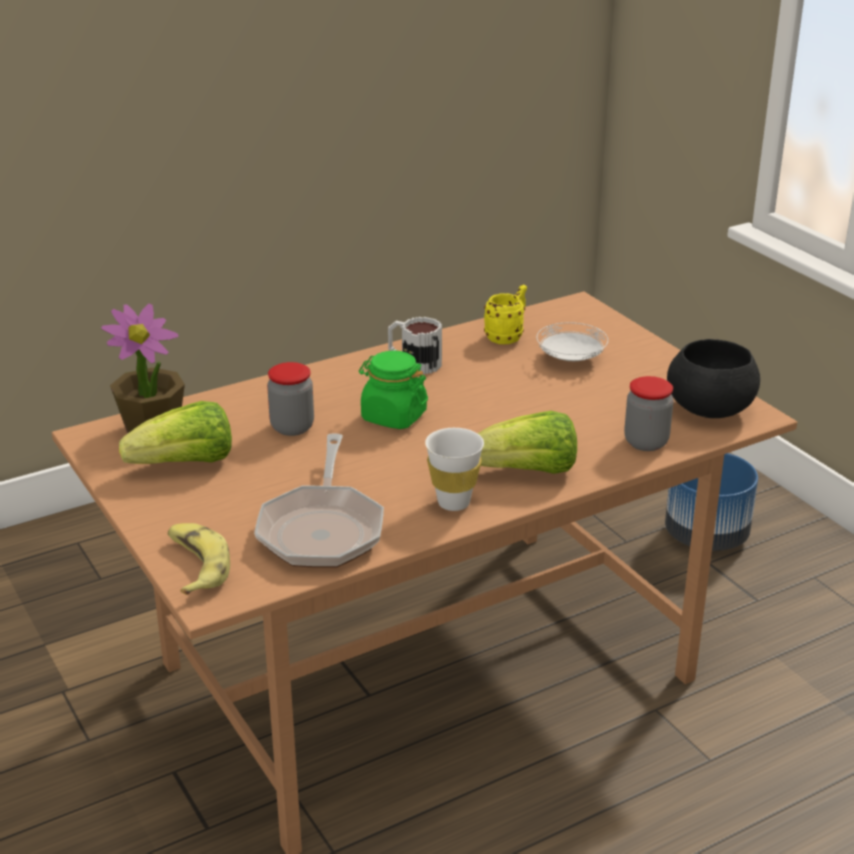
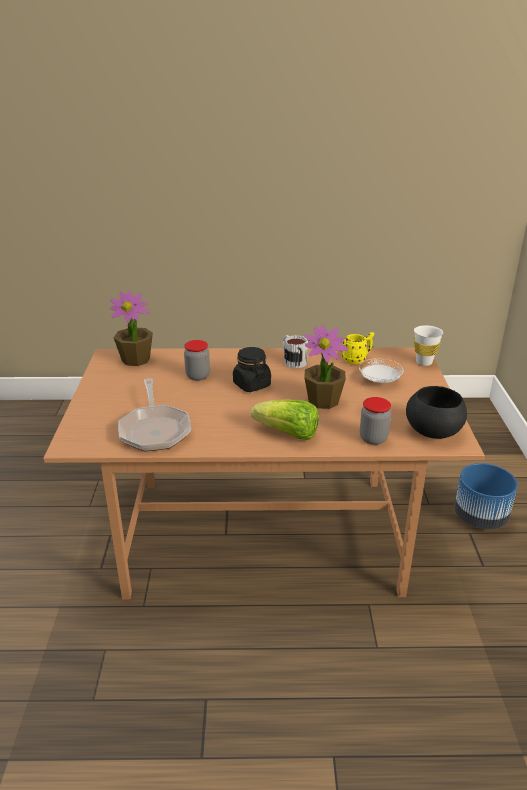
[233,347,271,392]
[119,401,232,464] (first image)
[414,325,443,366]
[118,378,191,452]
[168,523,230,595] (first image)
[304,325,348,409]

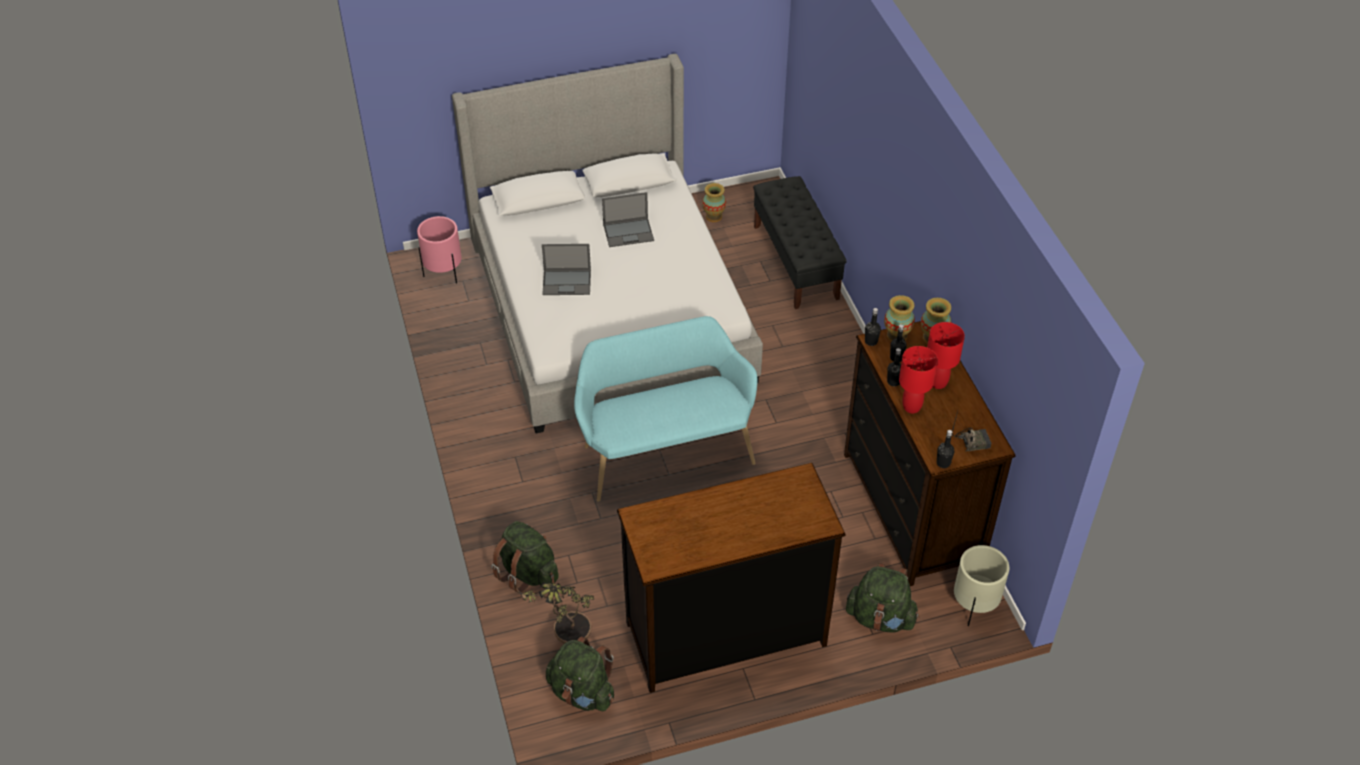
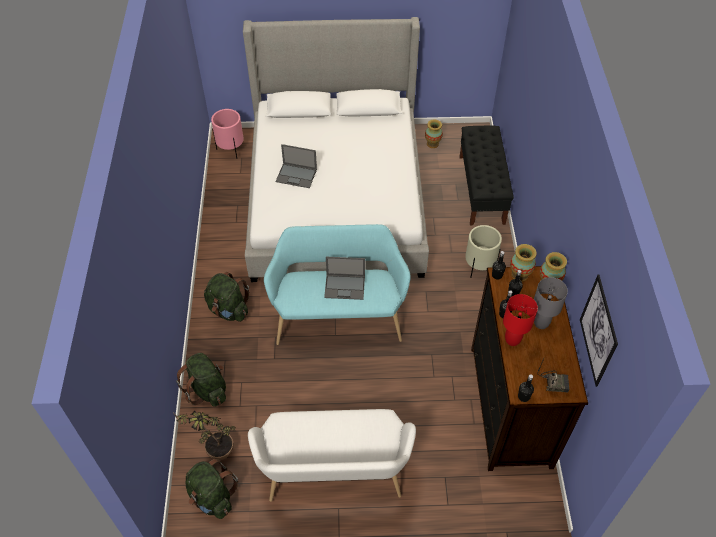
[324,257,365,300]
[534,277,568,329]
[248,409,416,502]
[465,225,502,278]
[204,272,249,322]
[580,275,618,387]

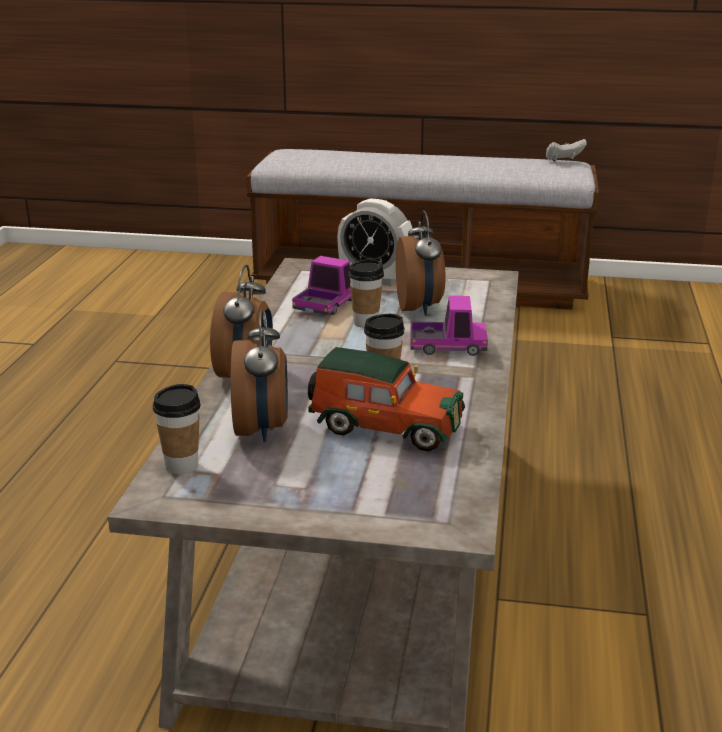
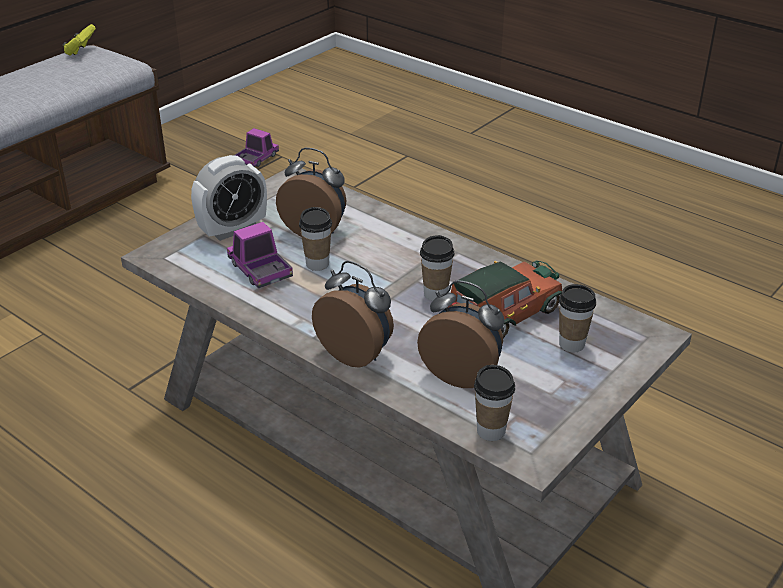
[63,24,96,55]
[234,128,279,167]
[559,284,596,352]

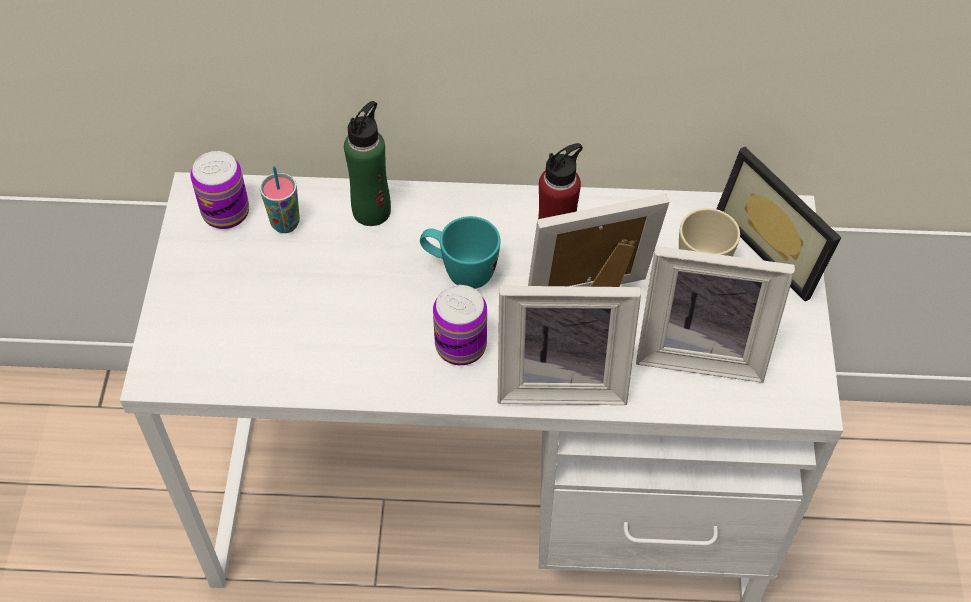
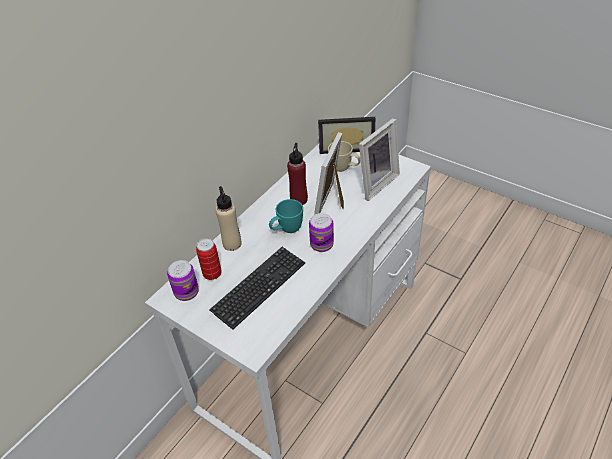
[216,186,241,251]
[196,238,222,280]
[498,286,641,405] (first image)
[209,247,305,329]

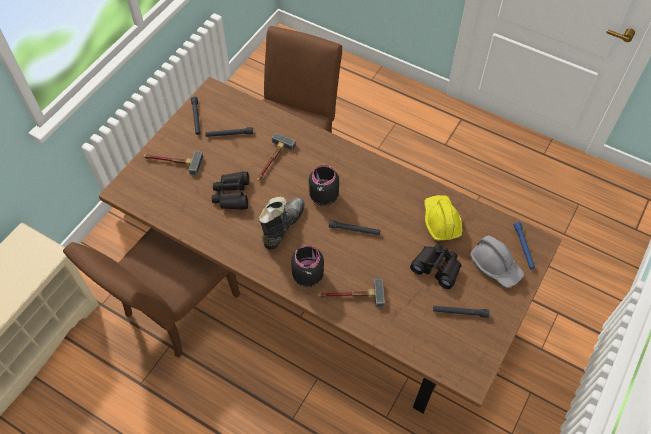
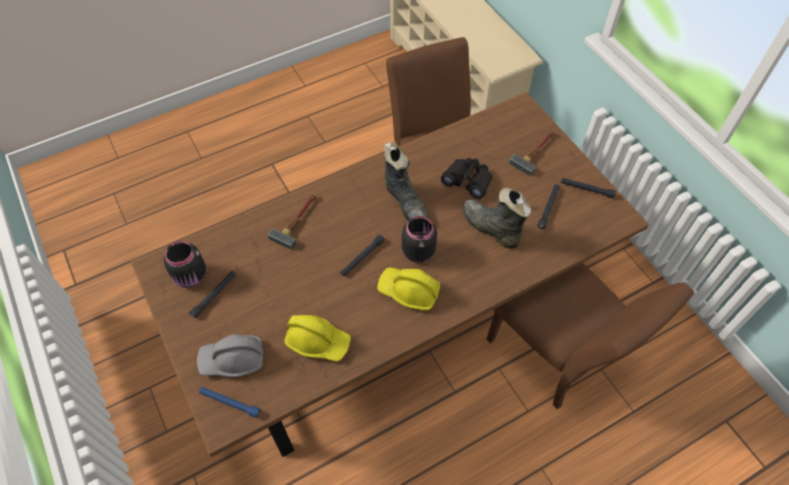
[463,188,531,249]
[410,244,461,289] (first image)
[164,241,206,288]
[377,267,440,310]

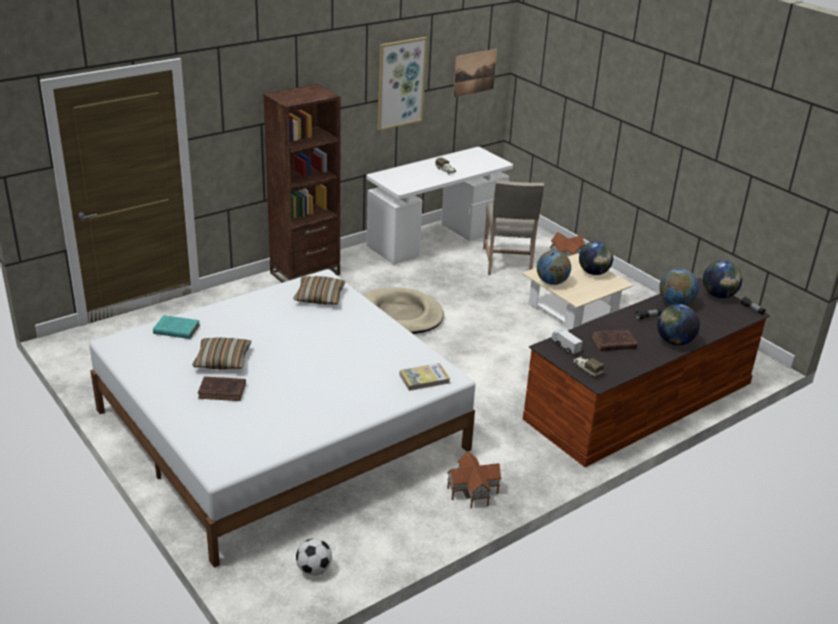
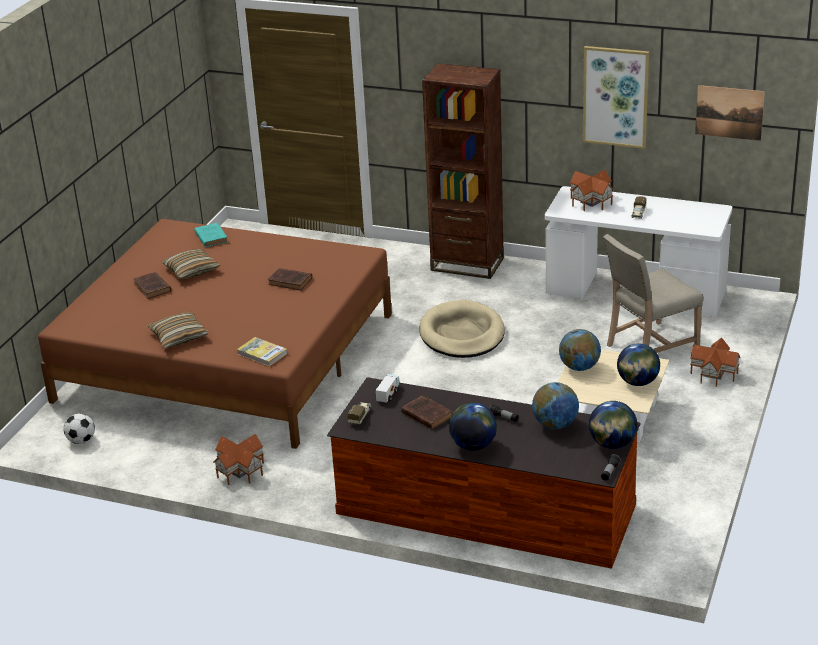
[38,219,392,449]
[147,312,209,348]
[569,170,614,211]
[268,268,312,290]

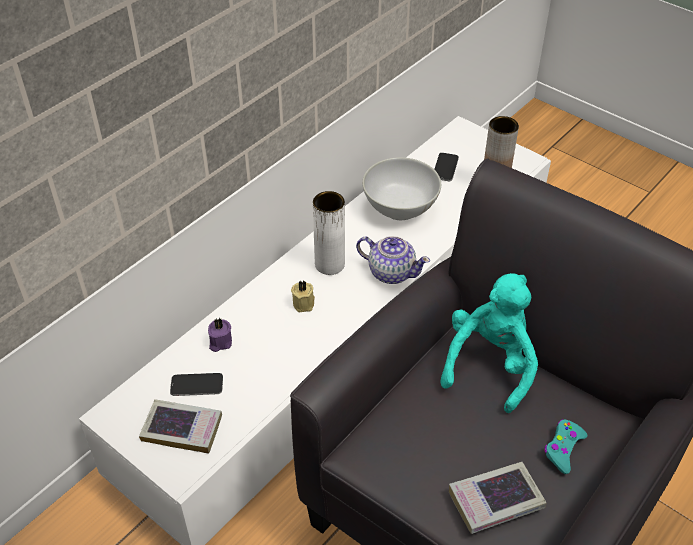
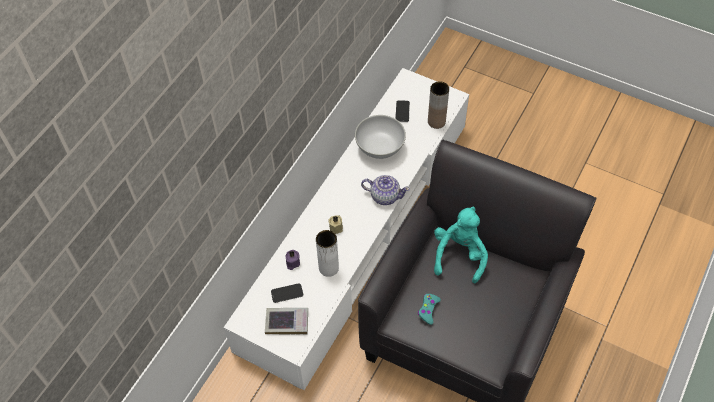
[316,230,339,277]
[418,294,441,325]
[449,462,547,534] (first image)

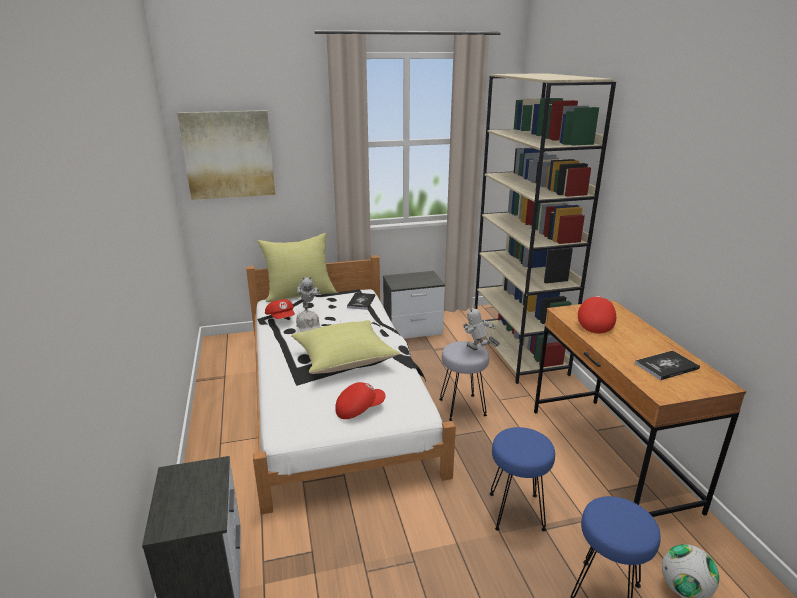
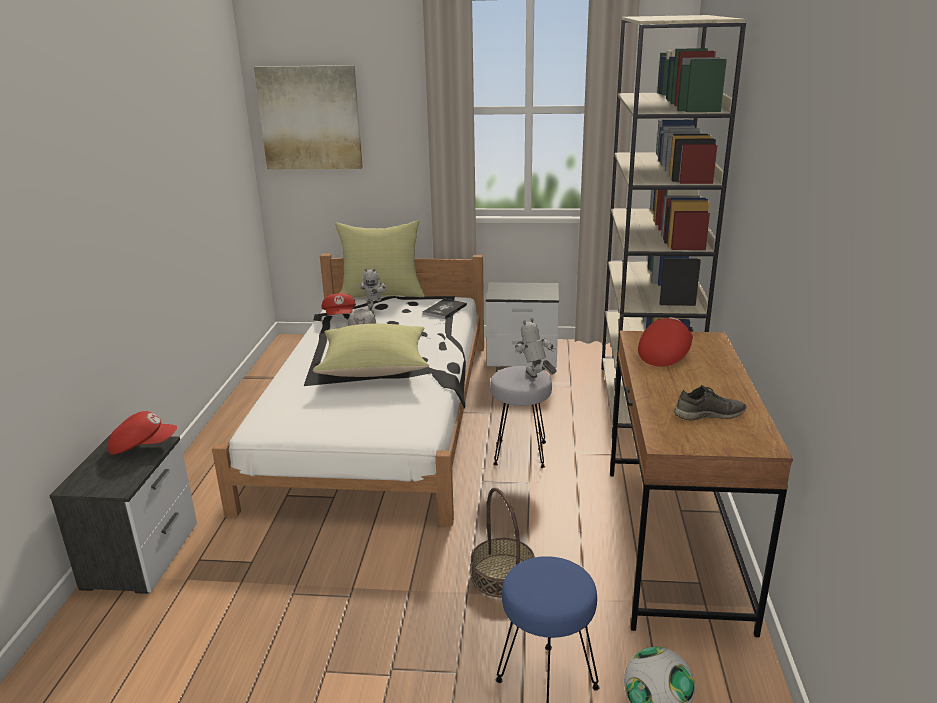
[674,385,746,420]
[108,411,177,454]
[471,488,535,598]

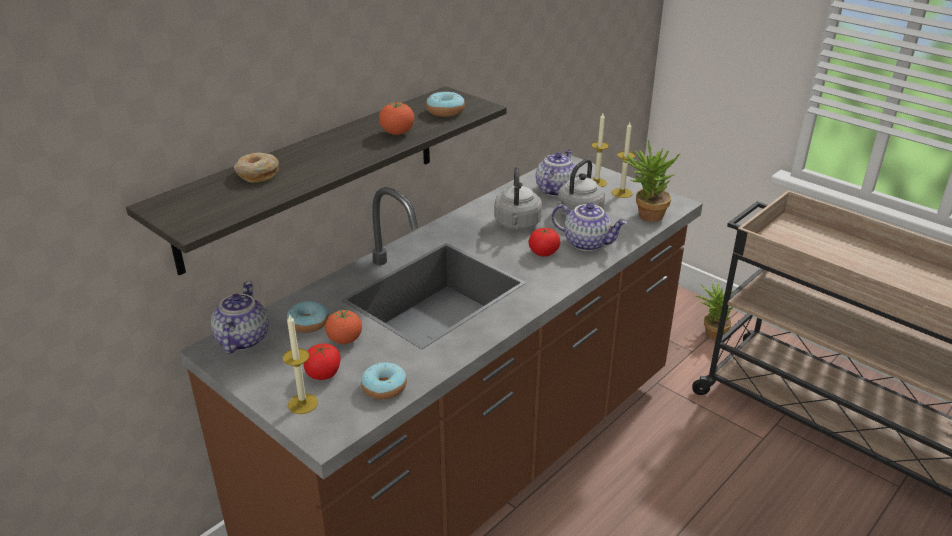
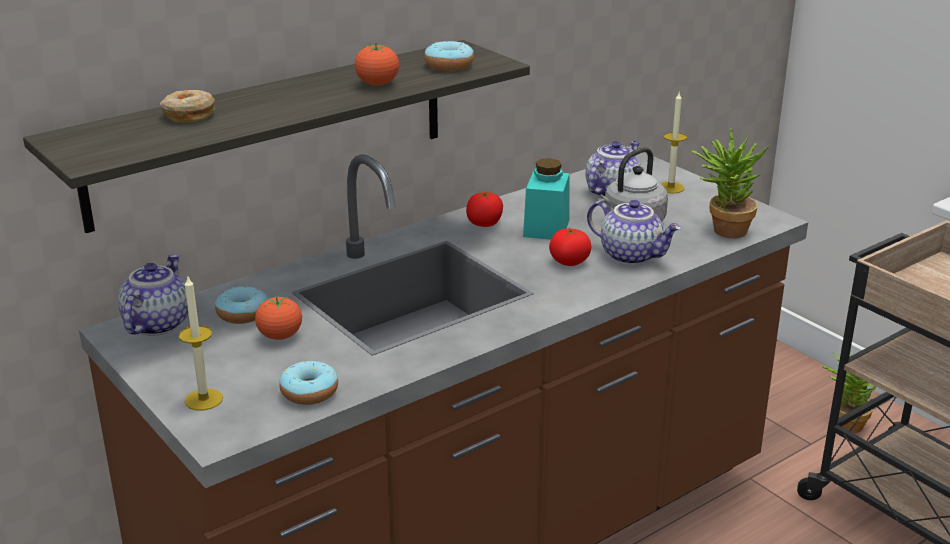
[612,122,635,198] (first image)
[523,158,570,240]
[466,192,503,227]

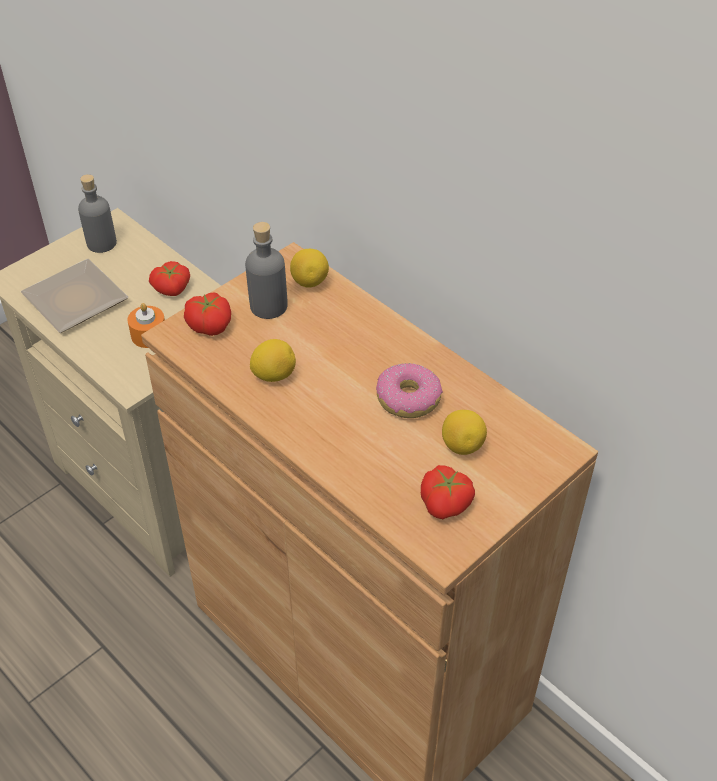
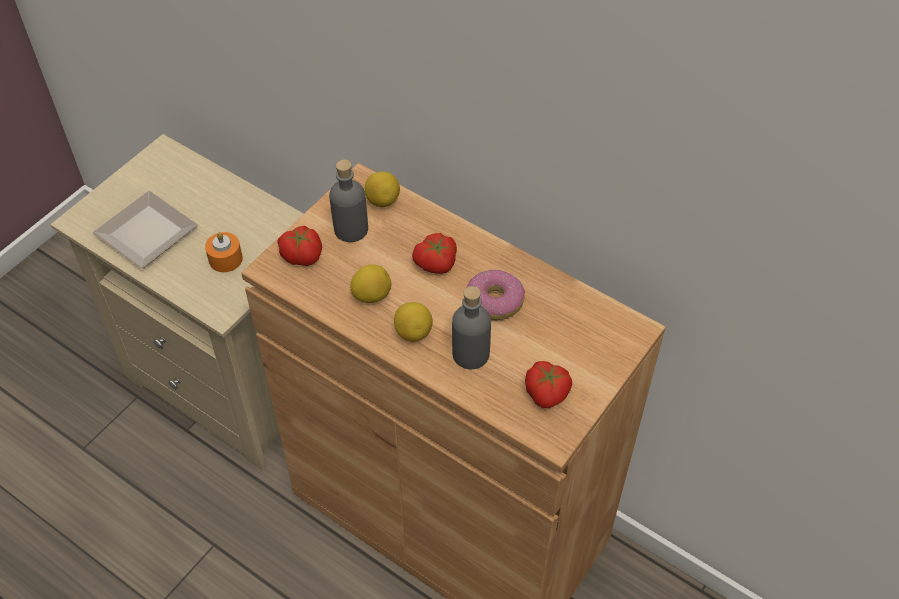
[452,286,491,369]
[412,233,457,274]
[394,302,433,342]

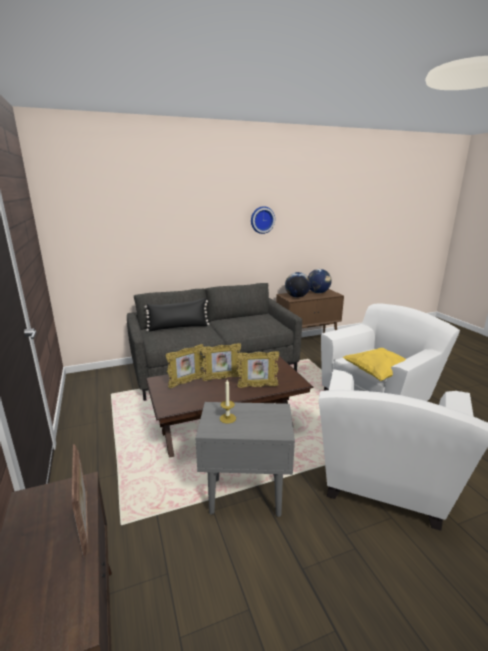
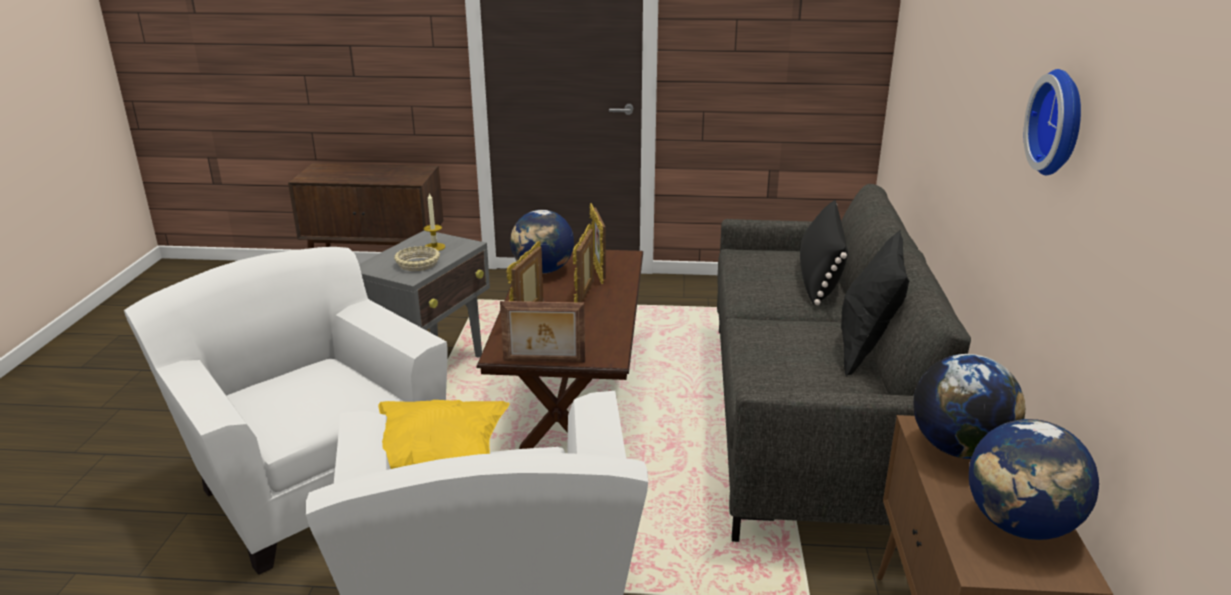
[500,301,585,362]
[510,210,574,273]
[841,230,909,377]
[394,246,440,271]

